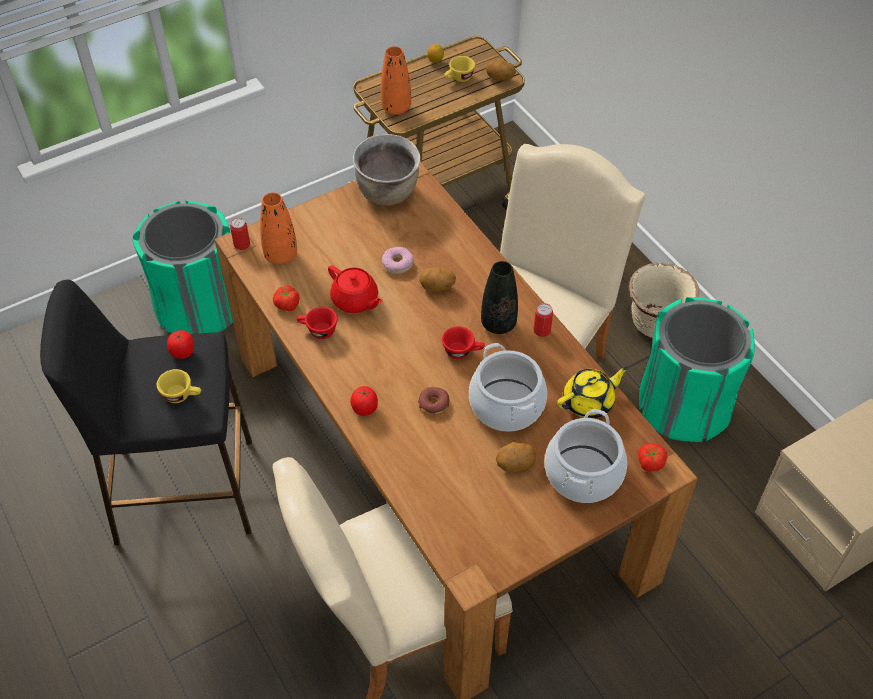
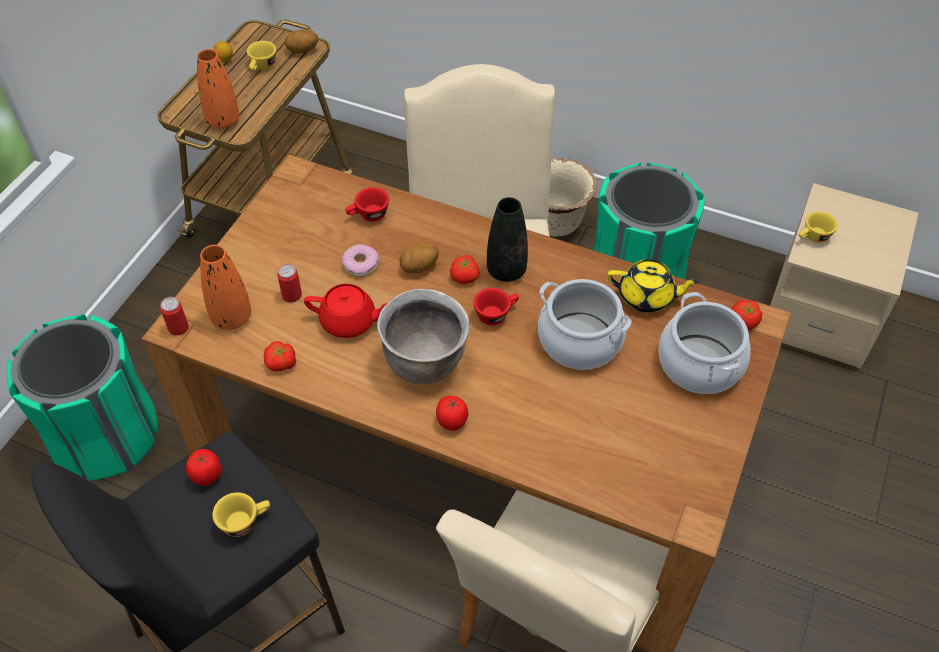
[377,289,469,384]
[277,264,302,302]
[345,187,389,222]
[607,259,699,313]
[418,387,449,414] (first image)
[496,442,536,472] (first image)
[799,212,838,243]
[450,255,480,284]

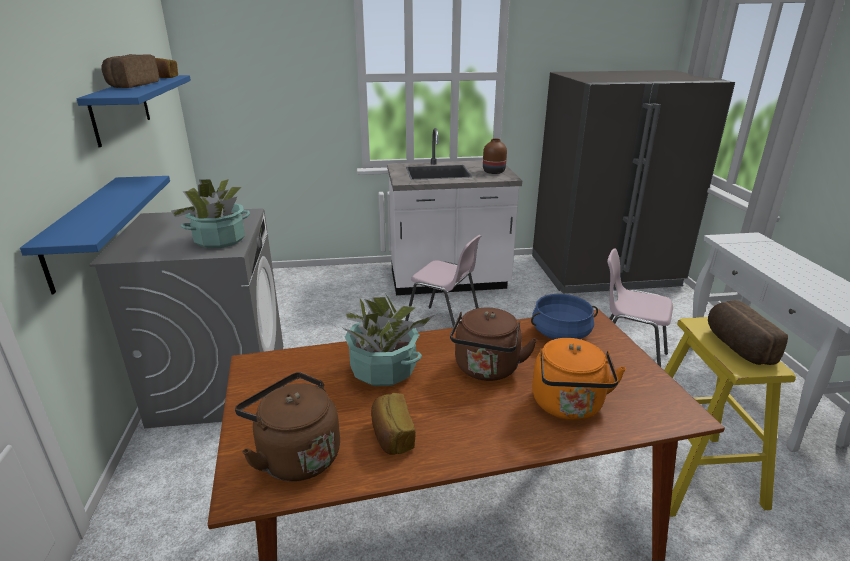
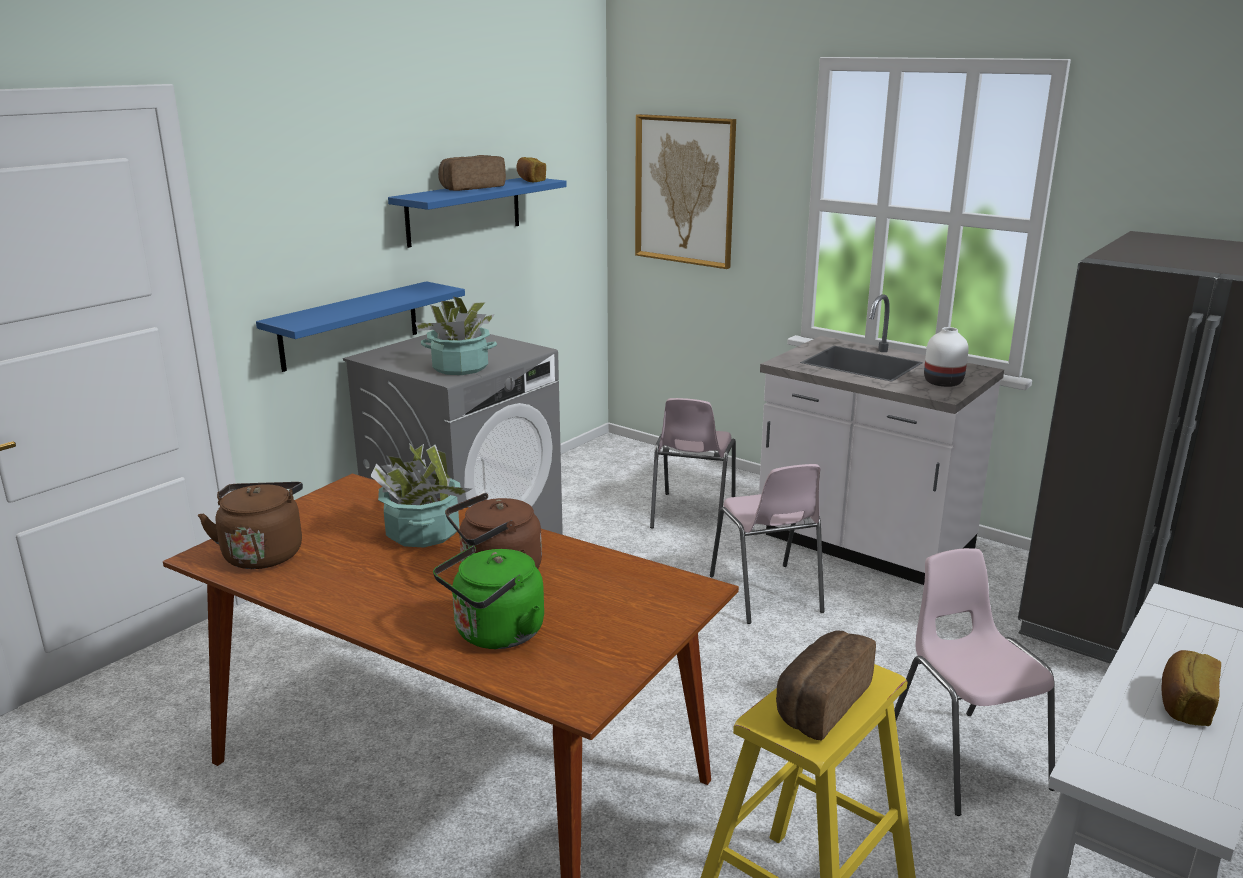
[924,327,969,387]
[531,294,598,339] (first image)
[433,546,544,649]
[1161,650,1221,726]
[635,114,736,269]
[650,398,736,528]

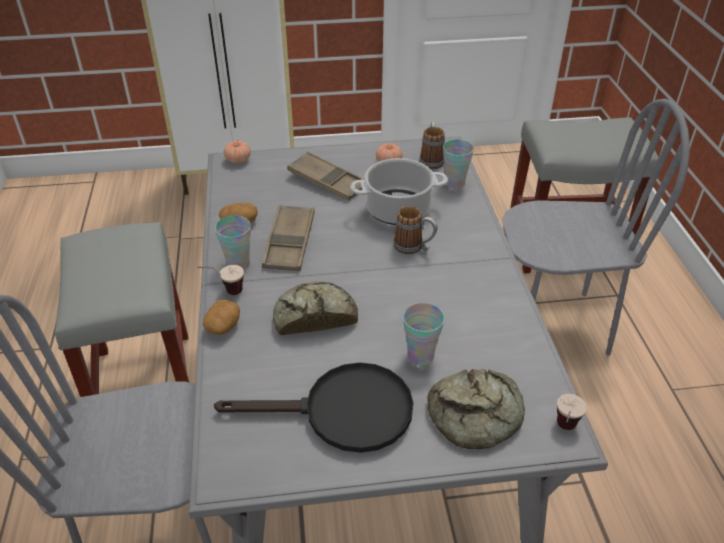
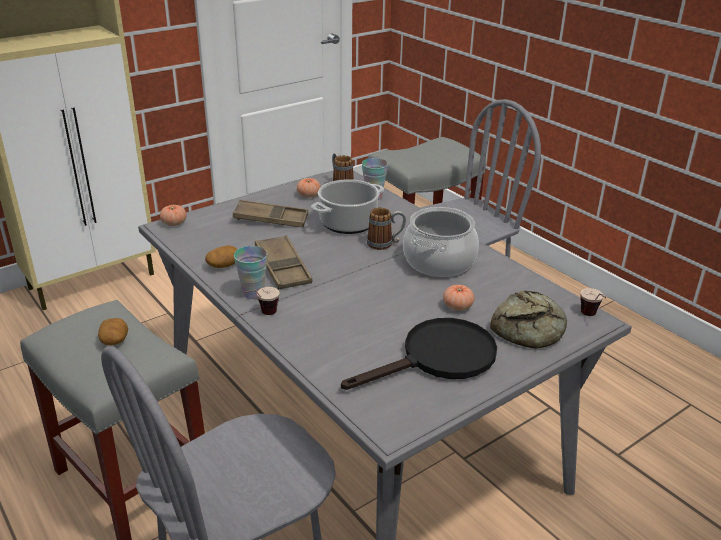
[273,281,358,335] (first image)
[98,318,128,345]
[443,285,475,311]
[403,207,479,277]

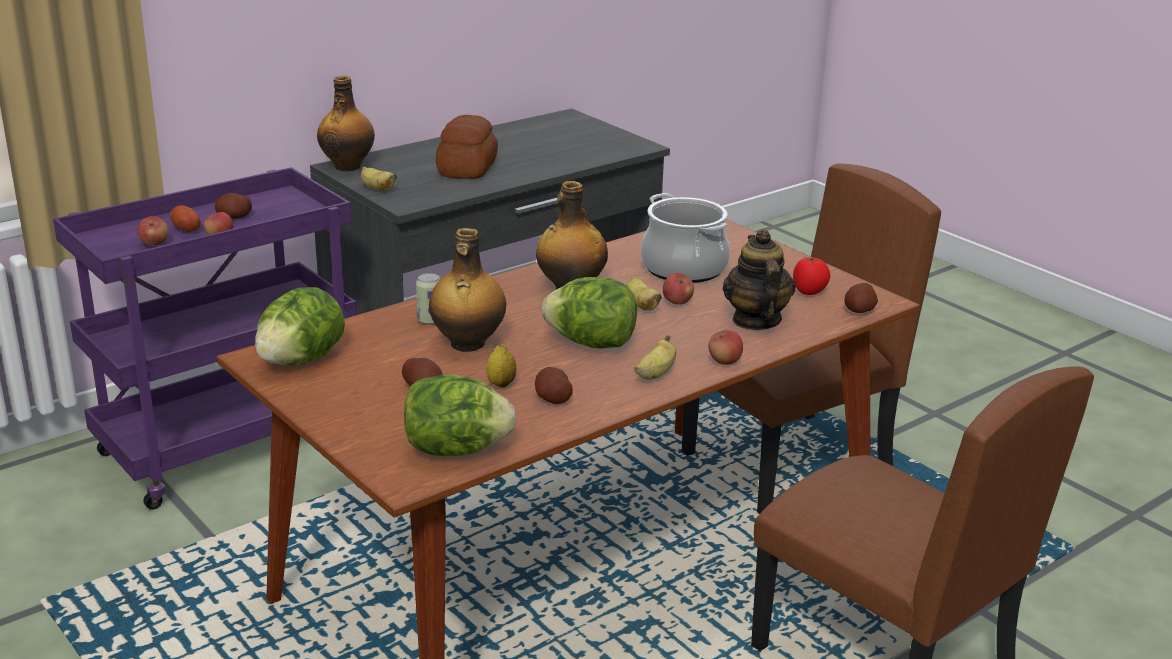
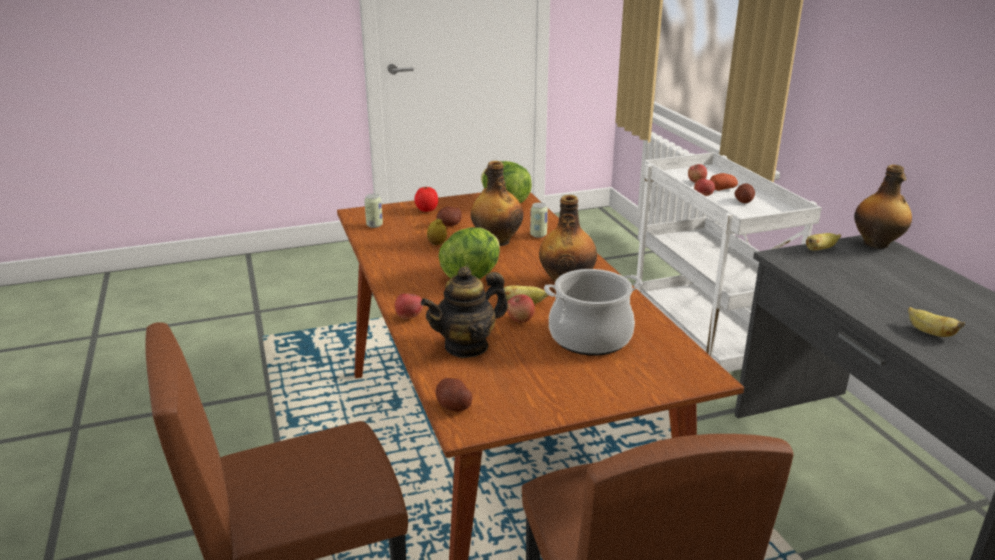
[436,115,498,179] (first image)
[634,152,822,372]
[421,266,508,358]
[414,186,438,212]
[908,307,965,337]
[535,367,573,404] (first image)
[364,194,383,228]

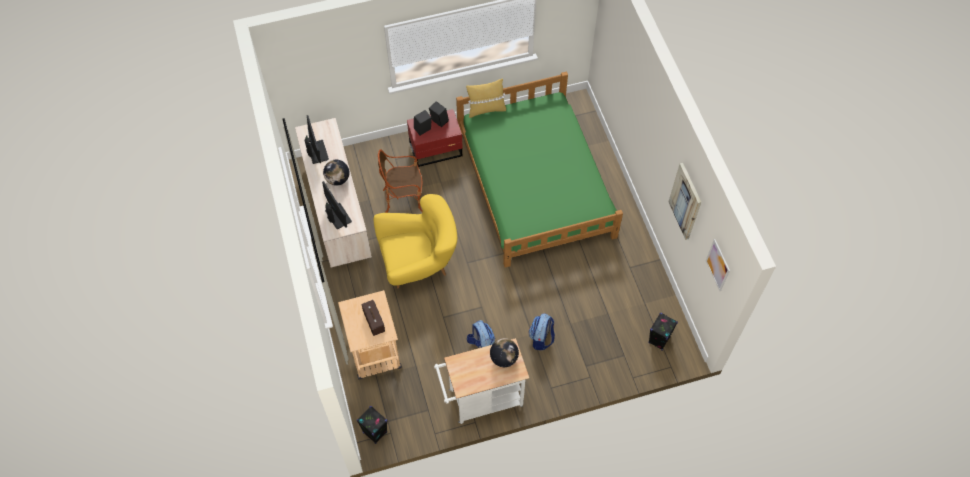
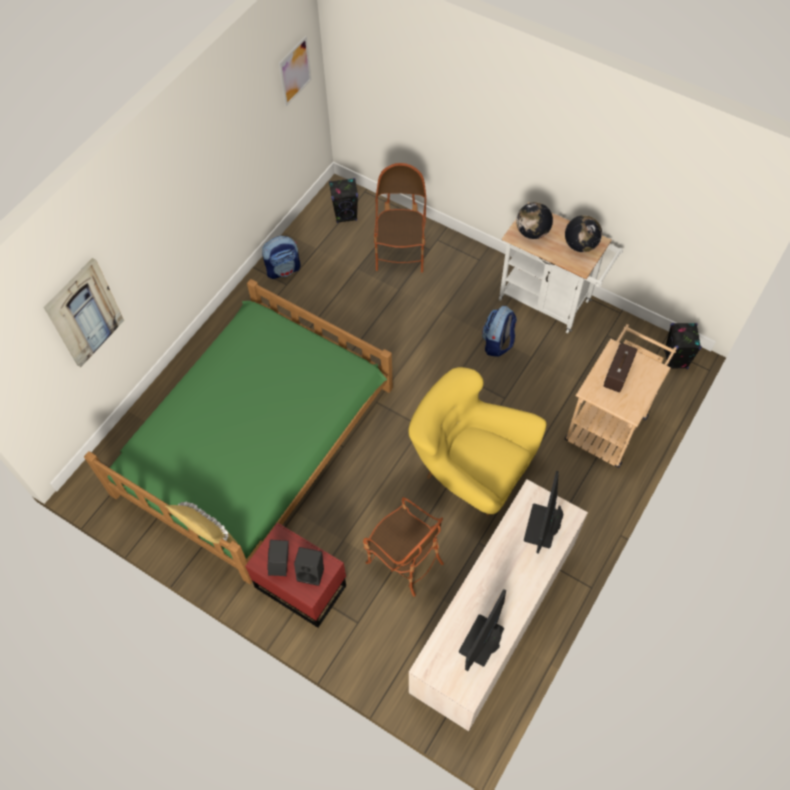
[565,215,602,252]
[44,258,124,367]
[262,236,300,279]
[374,163,426,273]

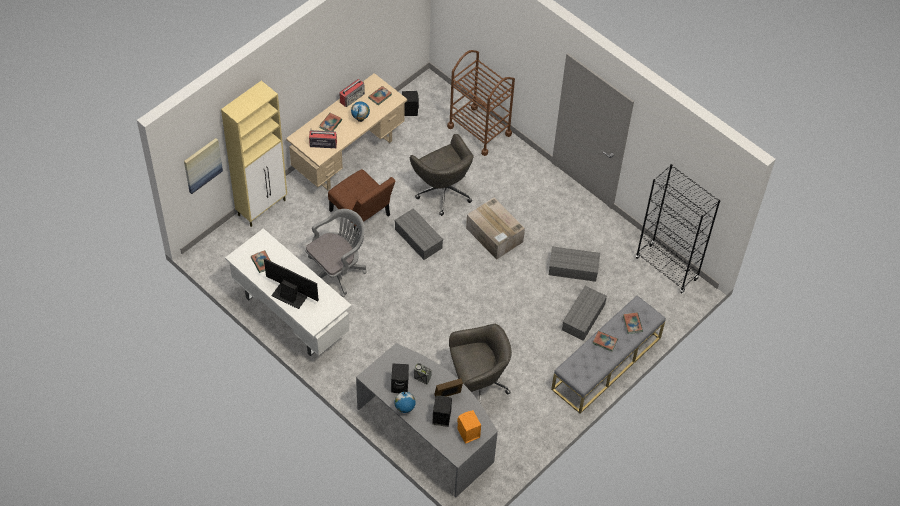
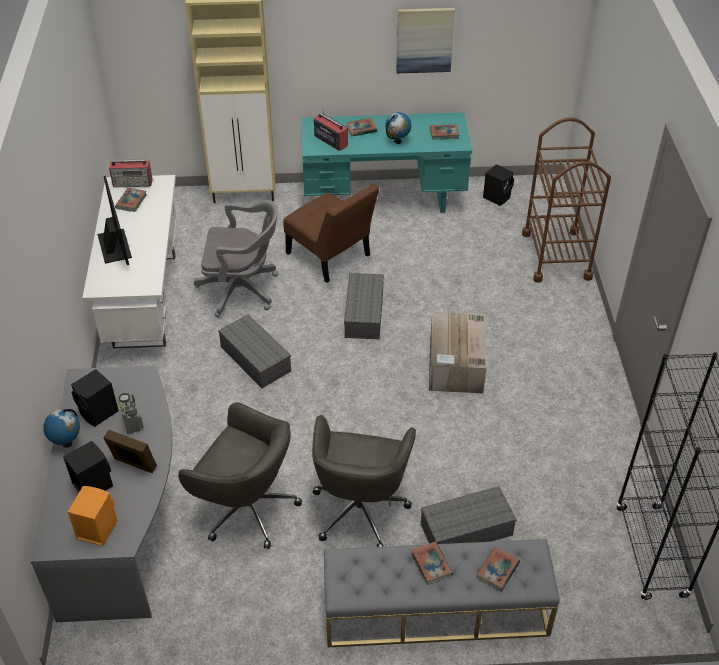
[302,113,472,213]
[109,160,153,188]
[312,415,416,547]
[396,8,455,73]
[283,183,379,283]
[218,315,291,388]

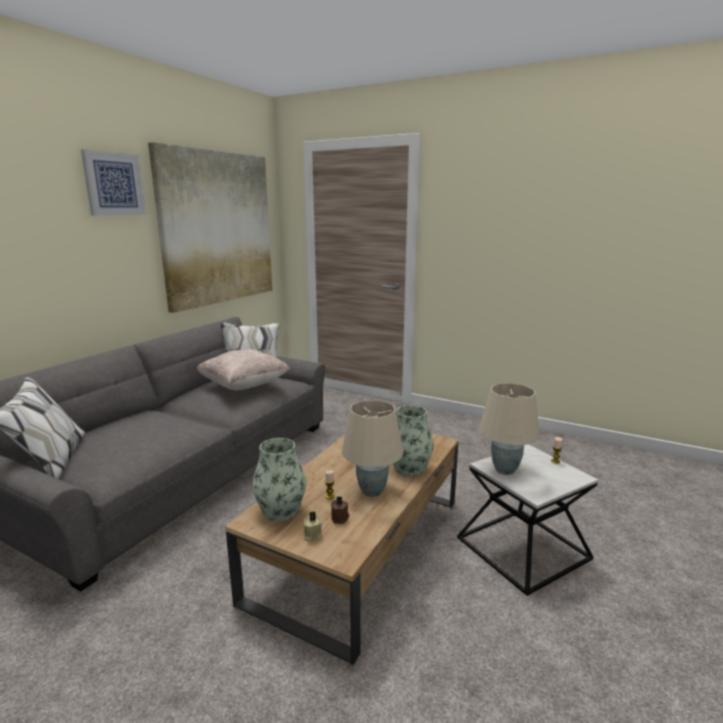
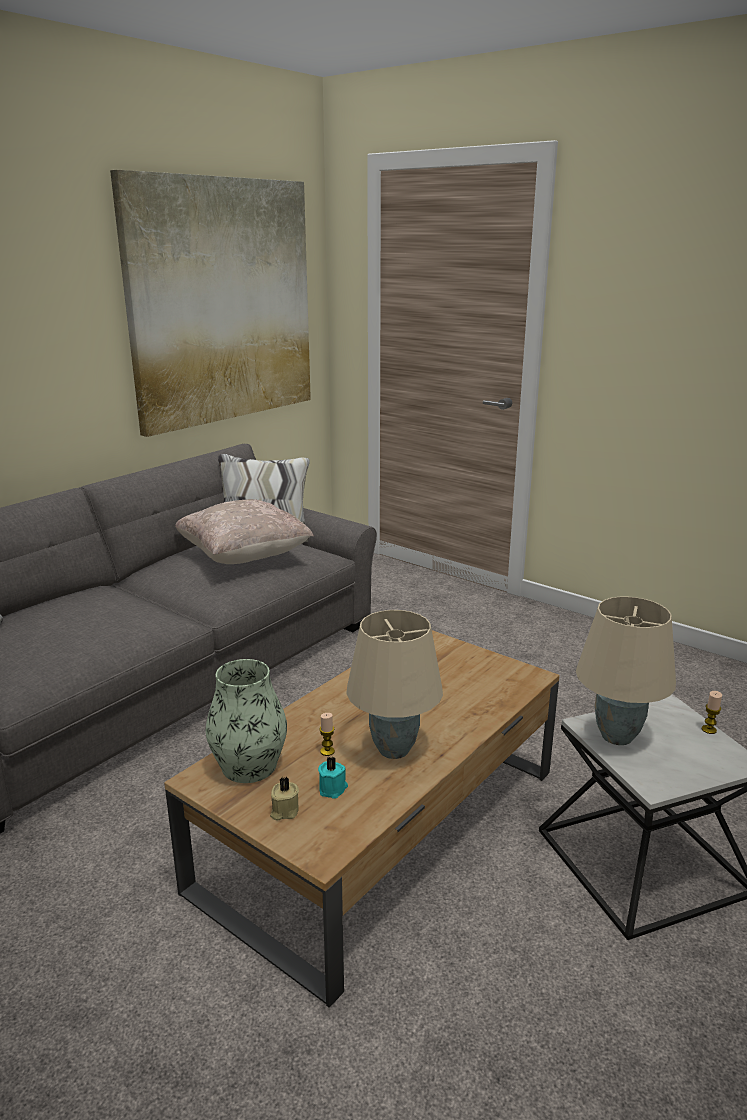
[81,149,146,216] (first image)
[393,405,434,476] (first image)
[318,756,348,799]

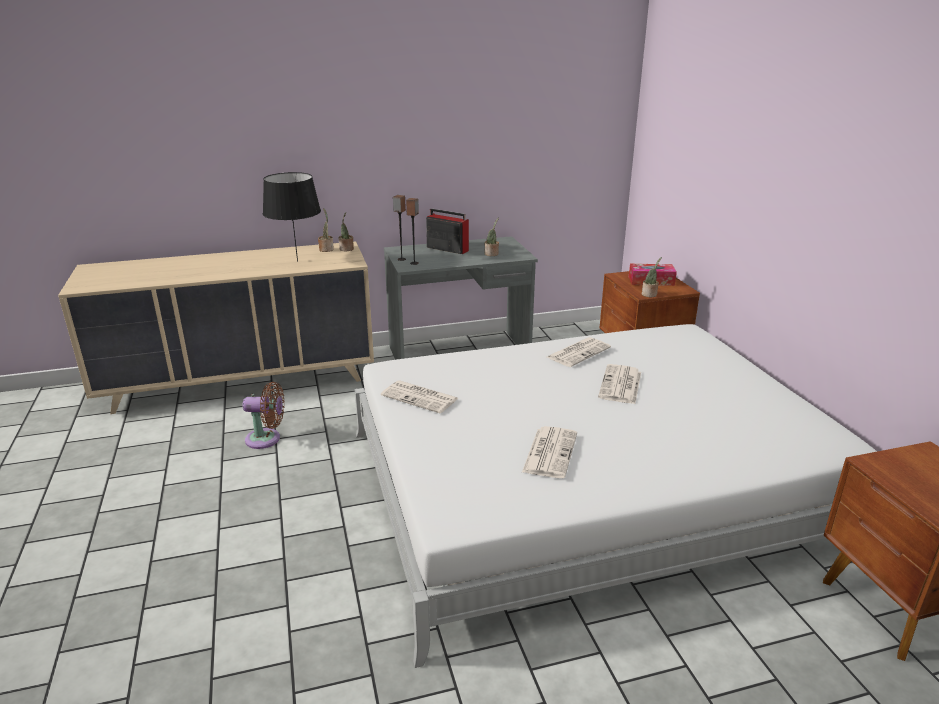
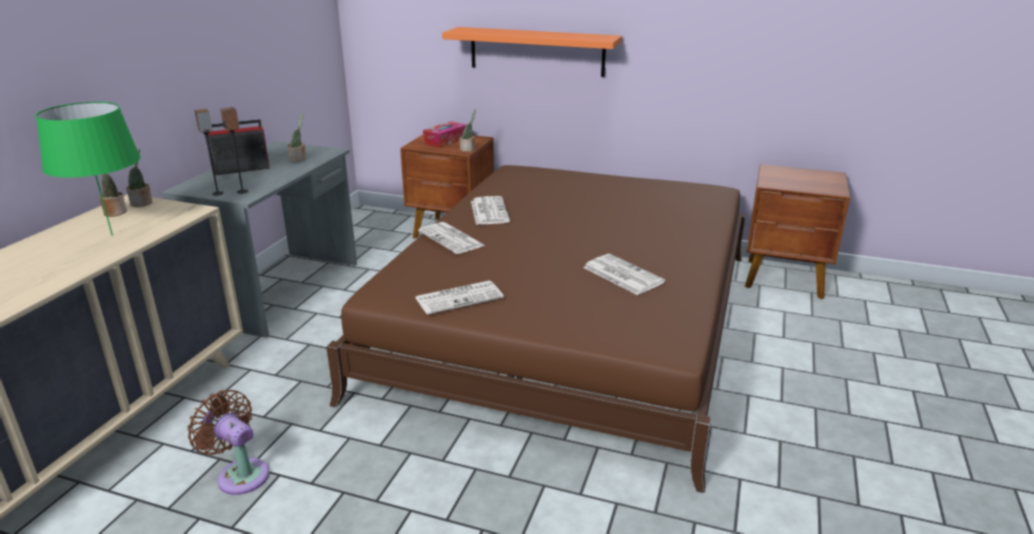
[36,102,140,235]
[326,165,746,493]
[418,222,485,254]
[187,390,270,495]
[442,27,622,77]

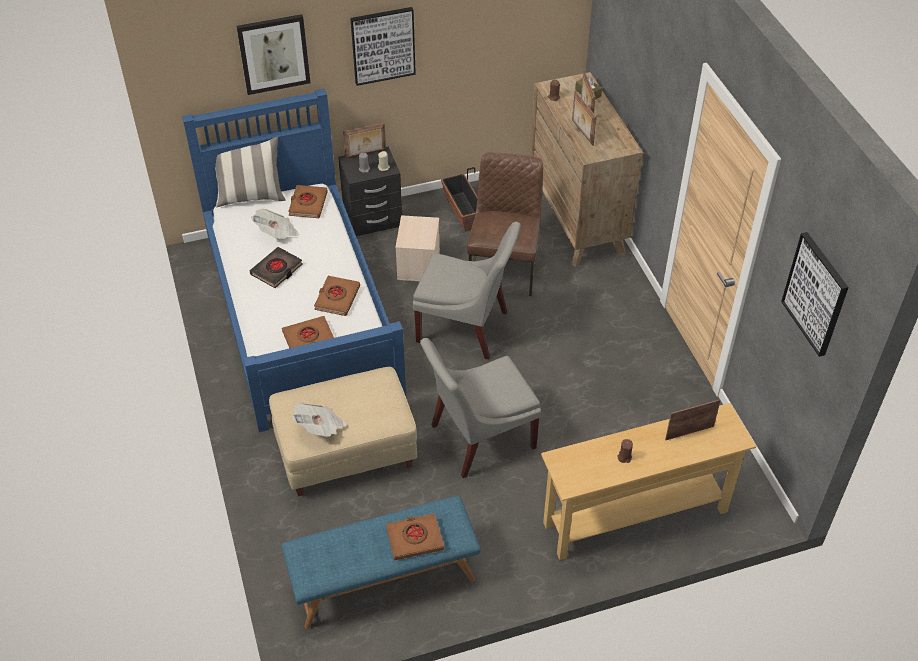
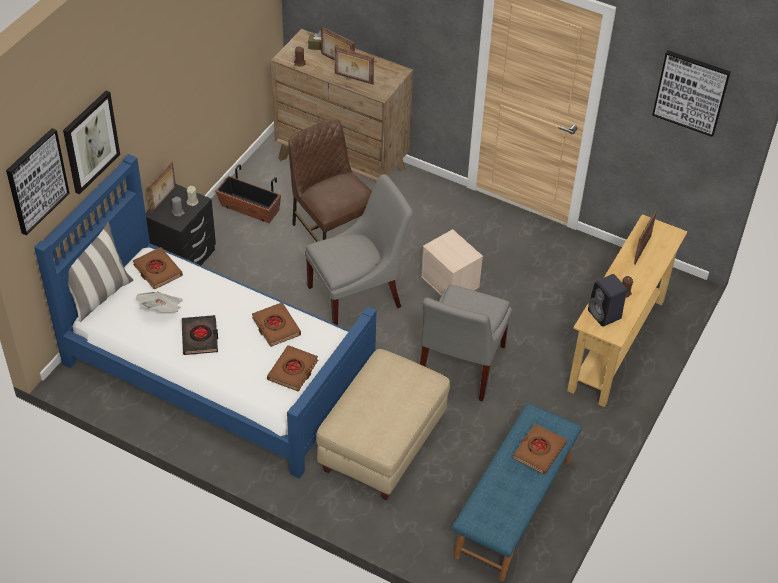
[6,128,70,235]
[421,229,483,296]
[292,403,347,437] (first image)
[588,274,627,327]

